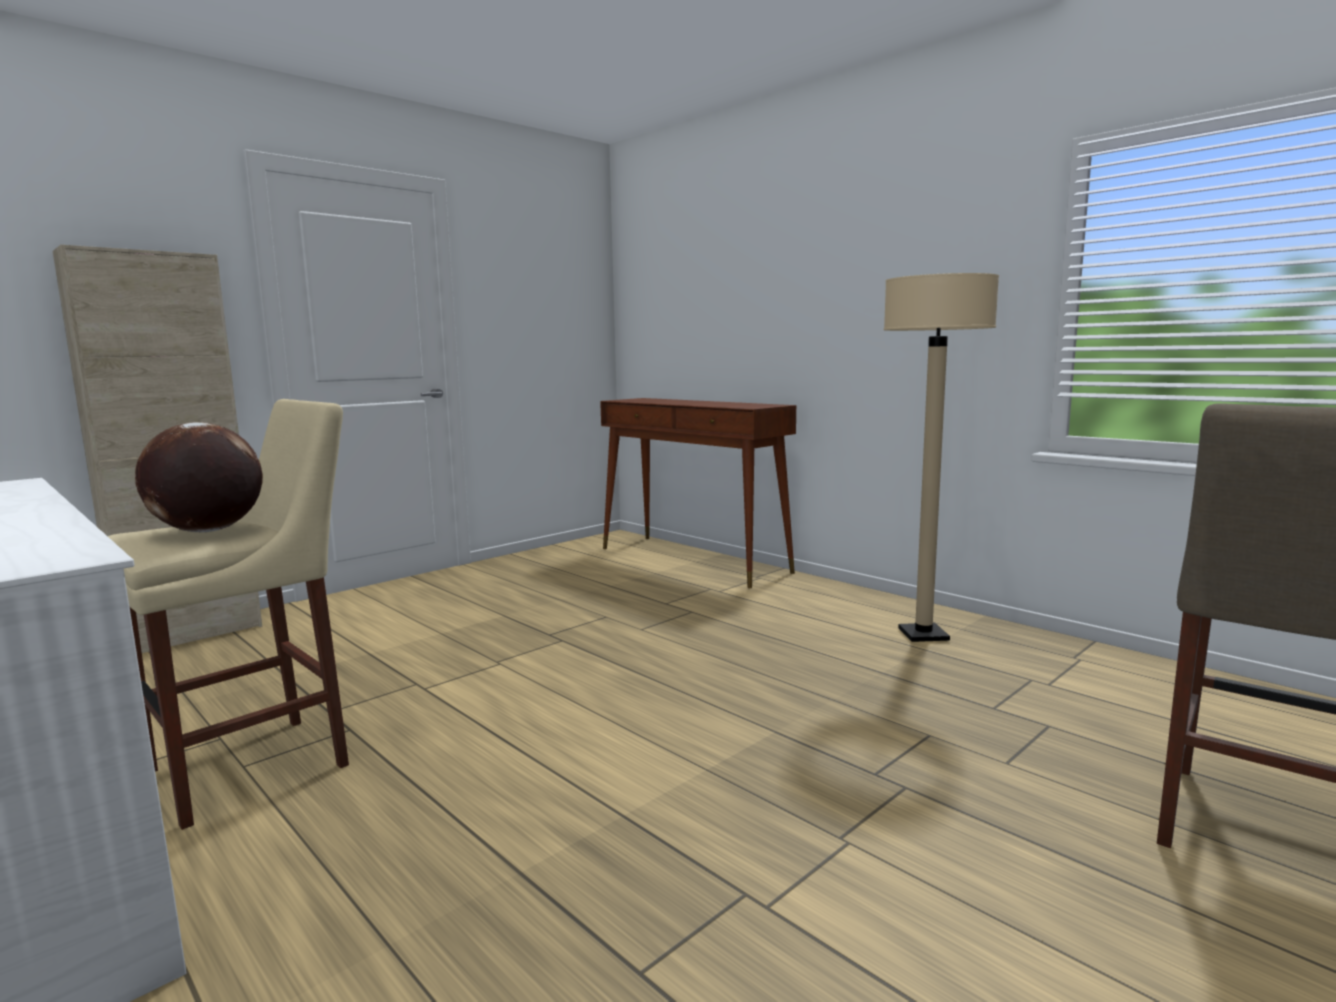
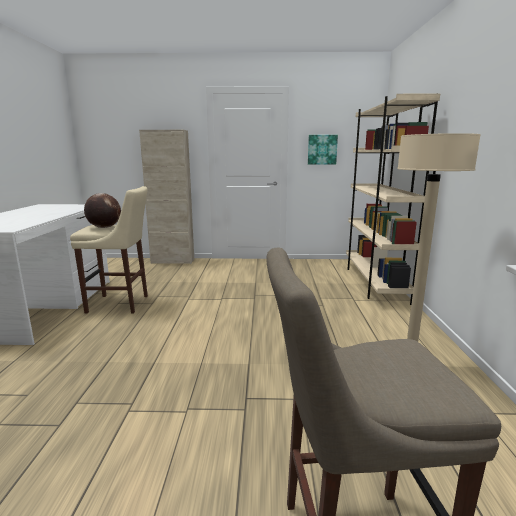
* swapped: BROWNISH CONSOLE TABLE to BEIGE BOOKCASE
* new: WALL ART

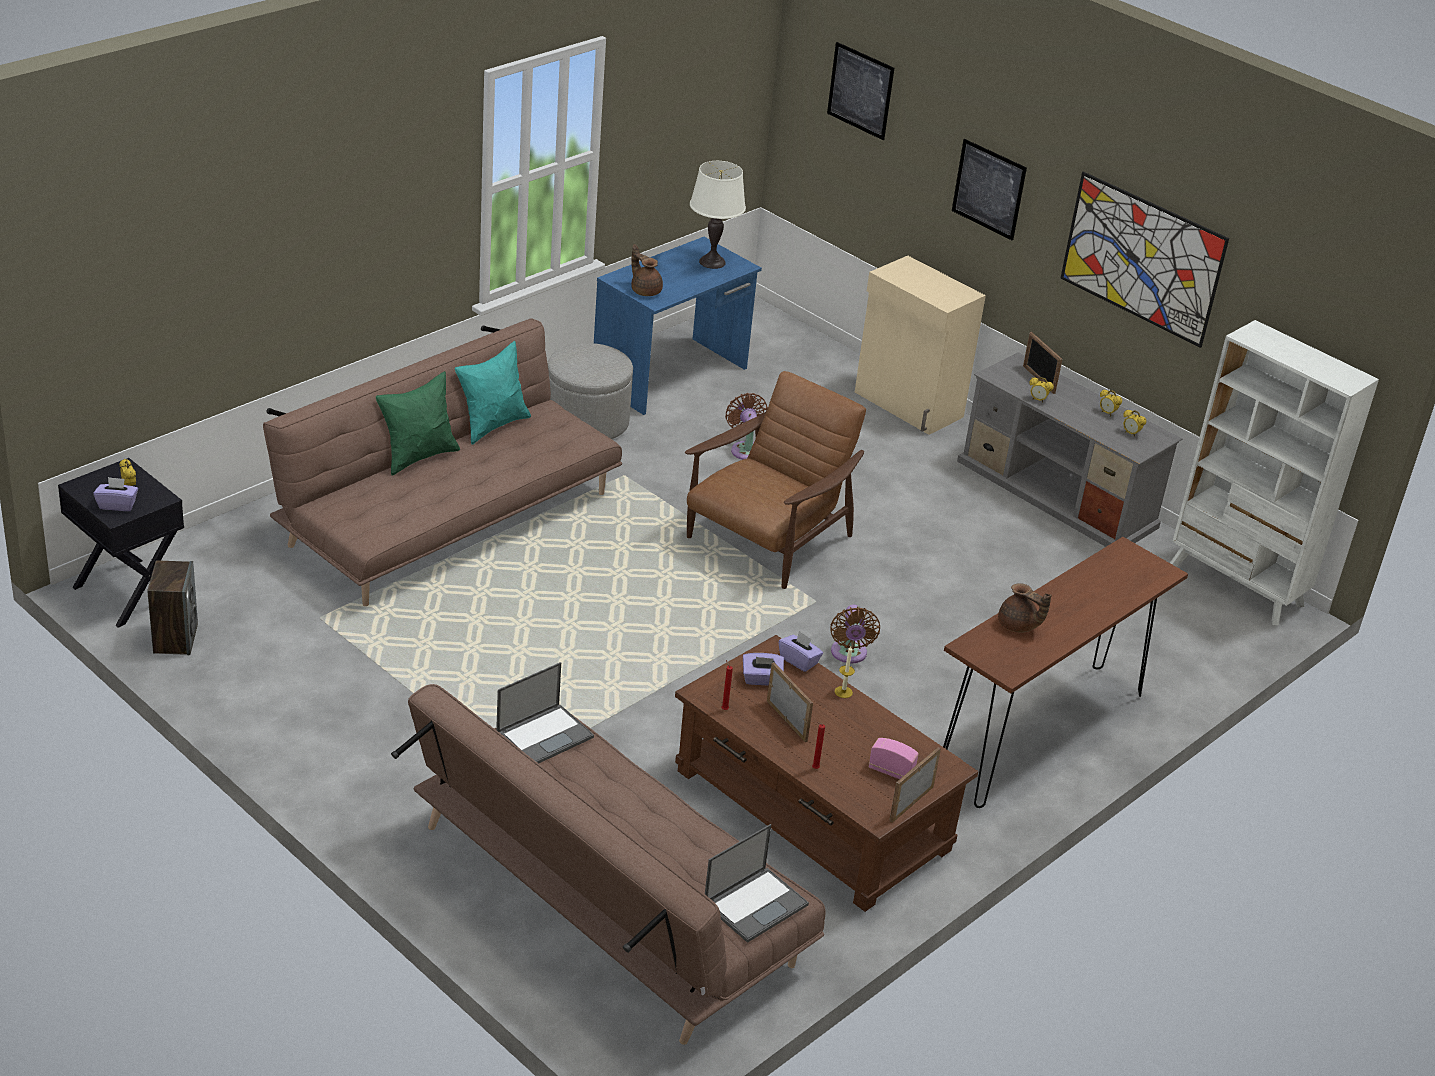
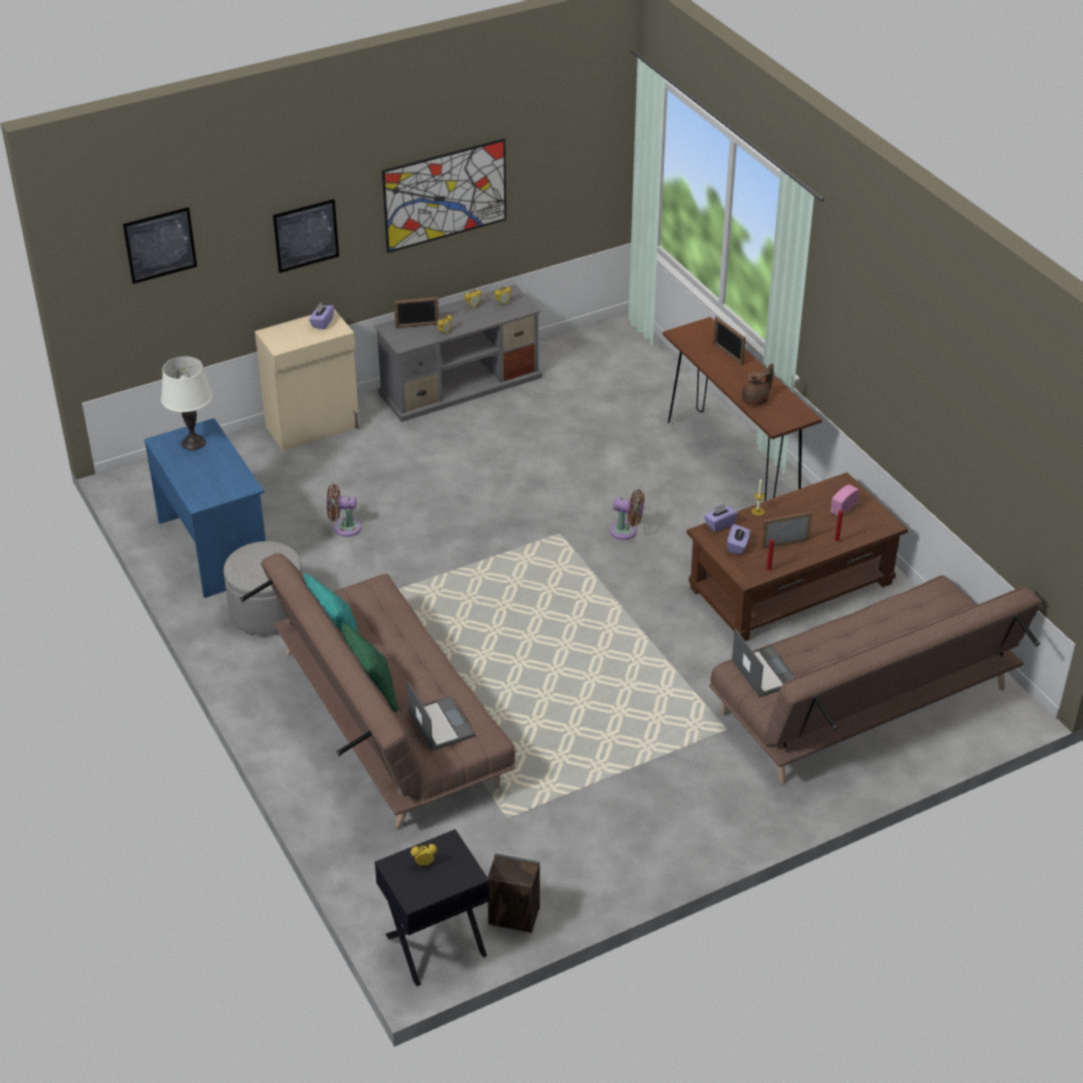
* shifted: PURPLISH TISSUE HOLDER (no. 1 from left)
* gone: BROWNISH TEAPOT (no. 1 from left)
* gone: BROWNISH LOUNGE CHAIR
* shifted: PORTABLE COMPUTER (no. 2 from left in the first image) to PORTABLE COMPUTER (no. 1 from left)
* shifted: PICTURE FRAME (no. 2 from left)
* gone: WHITISH BOOKCASE

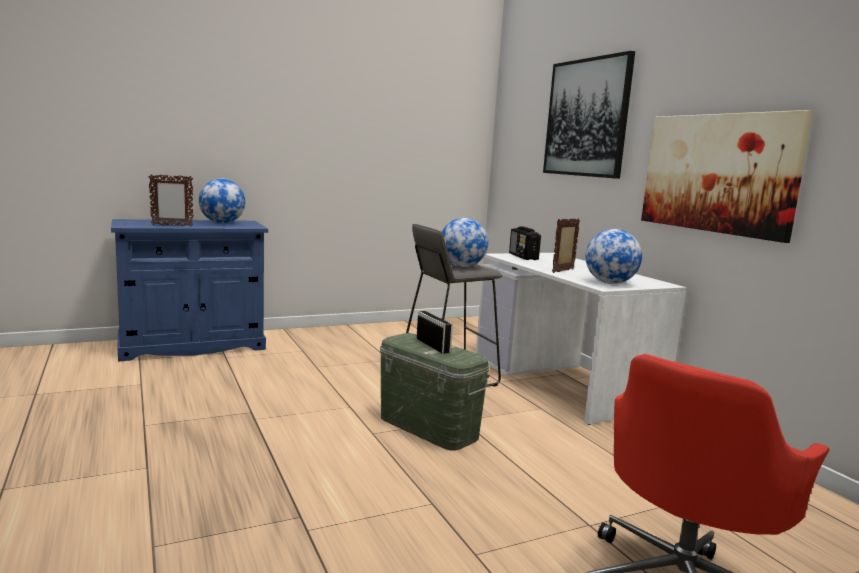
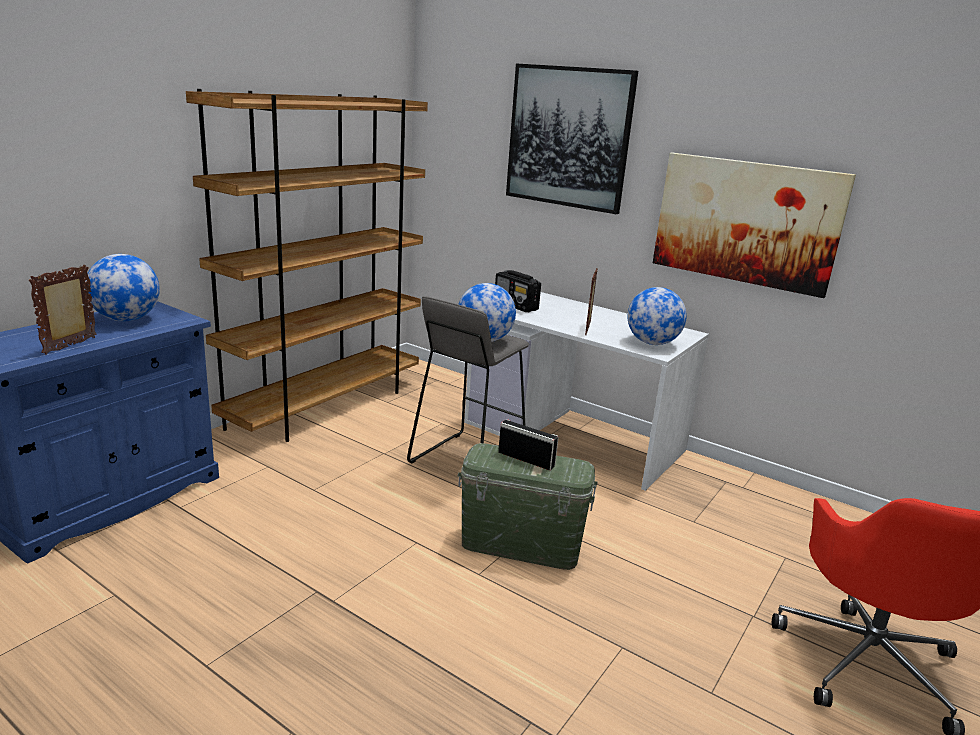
* rotated: PICTURE FRAME (no. 1 from left) 150 degrees clockwise
* new: BROWNISH BOOKCASE

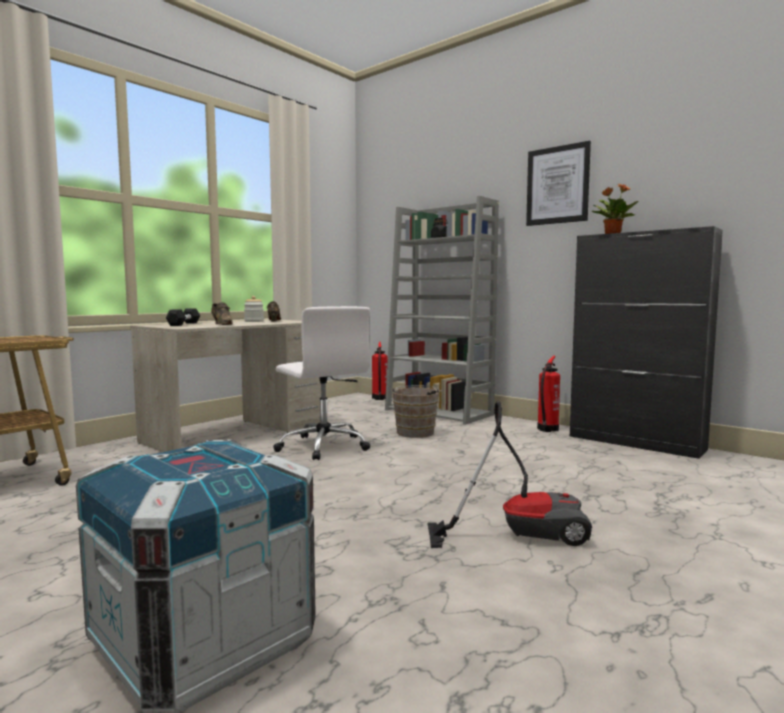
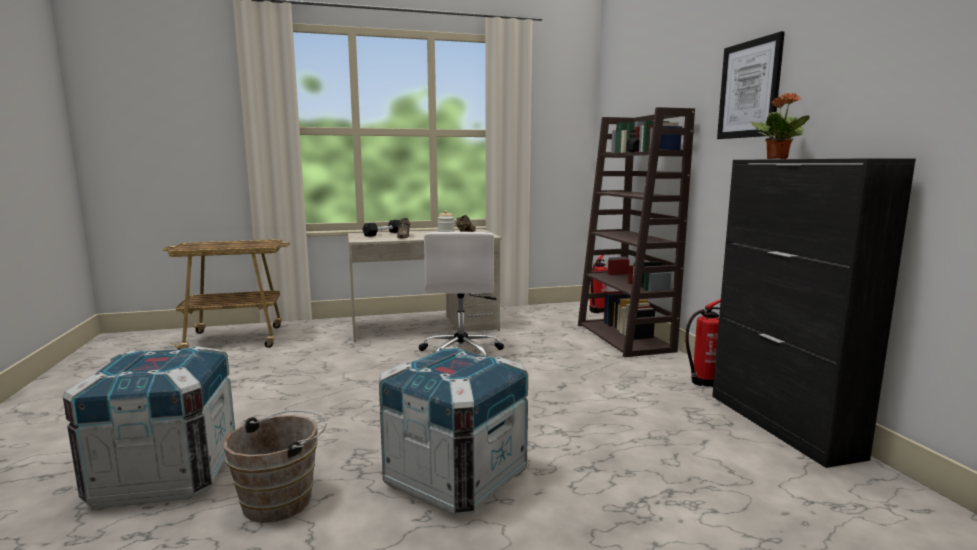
* repainted: GREY BOOKCASE to BROWNISH BOOKCASE
* shifted: BROWNISH BUCKET
* swapped: VACUUM to SHIPPING CRATE (no. 2 from left)

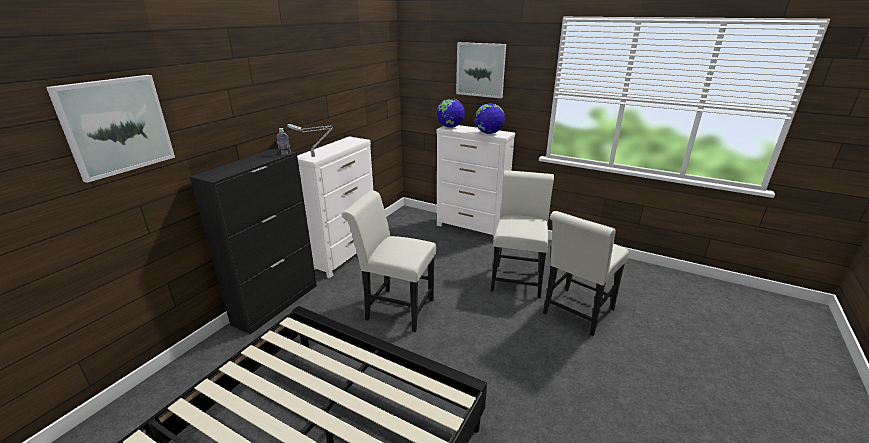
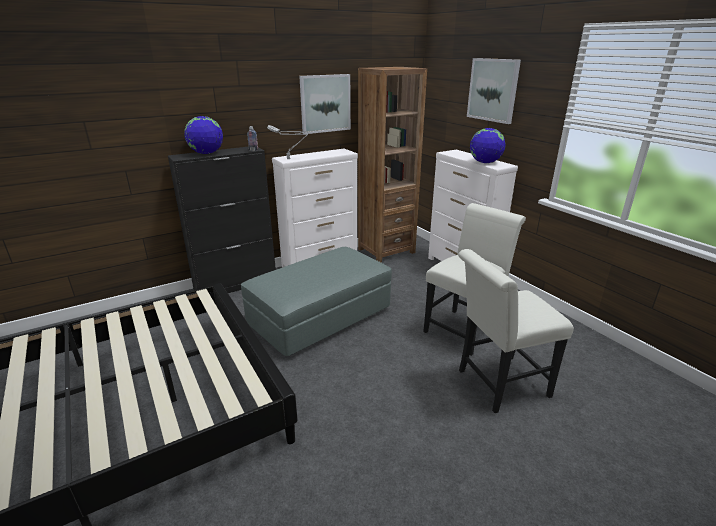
* shifted: WALL ART (no. 1 from left)
* swapped: WHITISH CHAIR (no. 1 from left) to GREY OTTOMAN
* shifted: DESK GLOBE (no. 1 from left)
* new: BROWNISH BOOKCASE

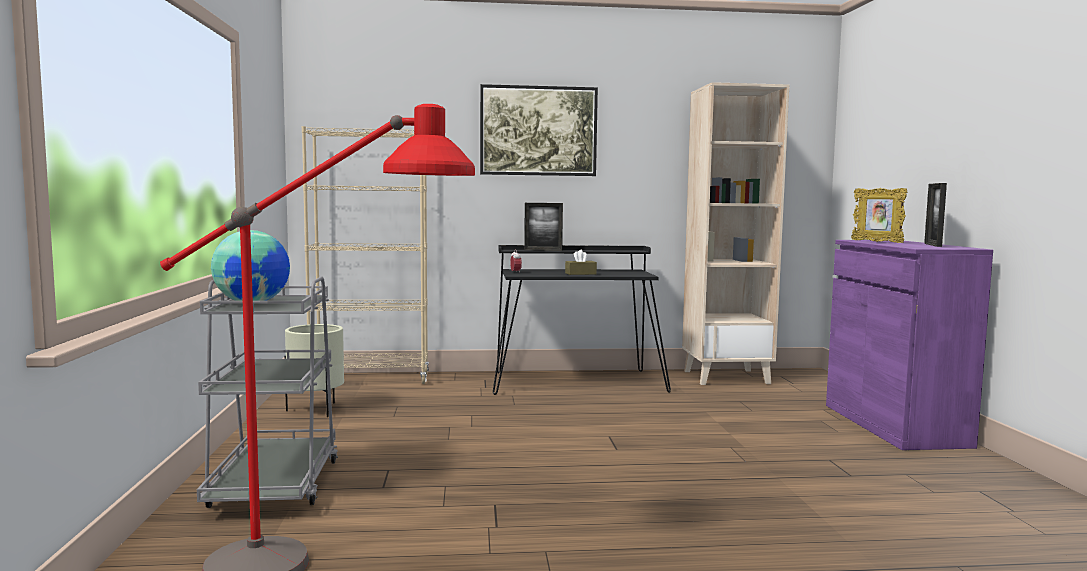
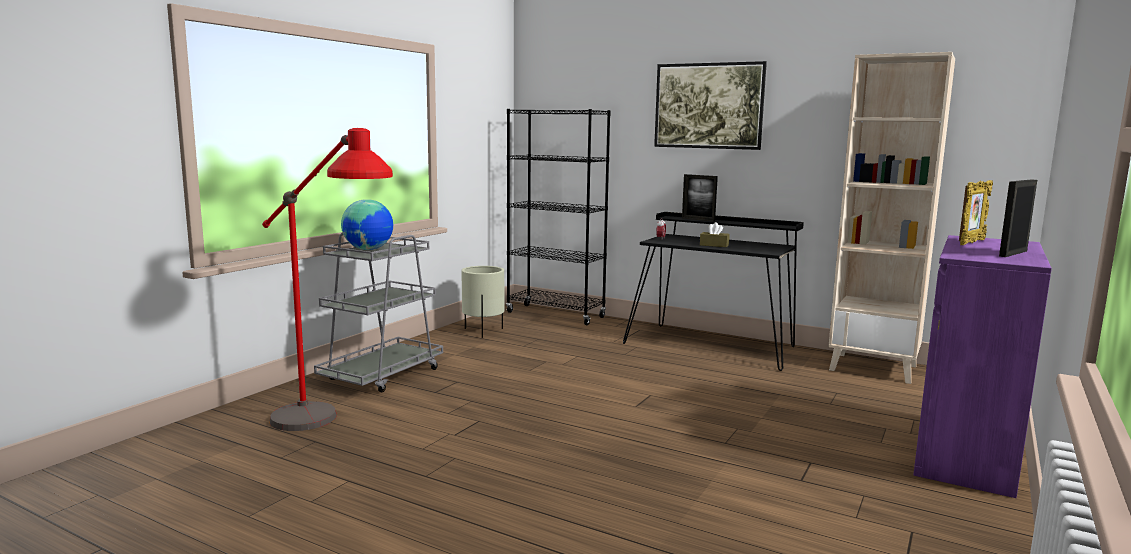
* repainted: BEIGE BOOKCASE (no. 1 from left) to BLACK BOOKCASE
* rotated: PICTURE FRAME (no. 2 from left) 135 degrees counterclockwise

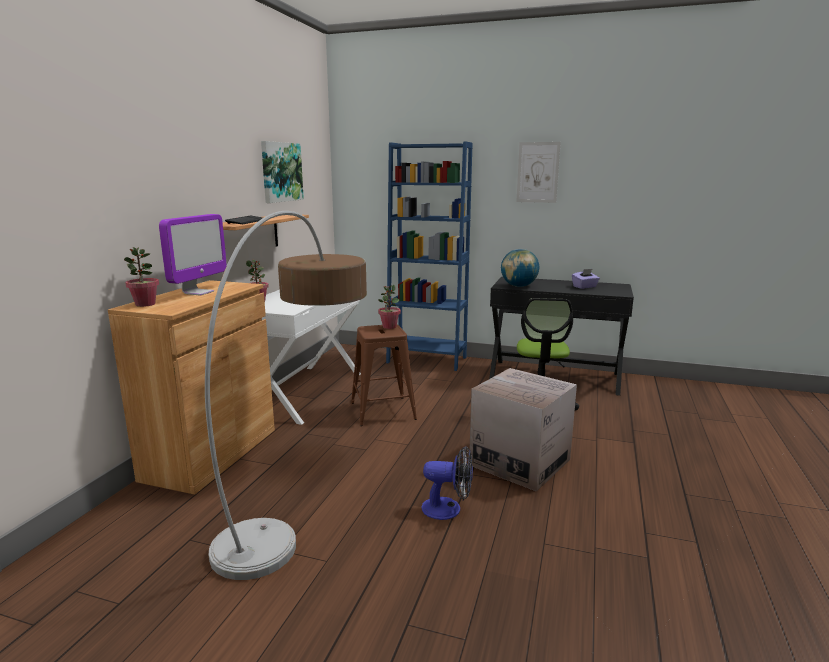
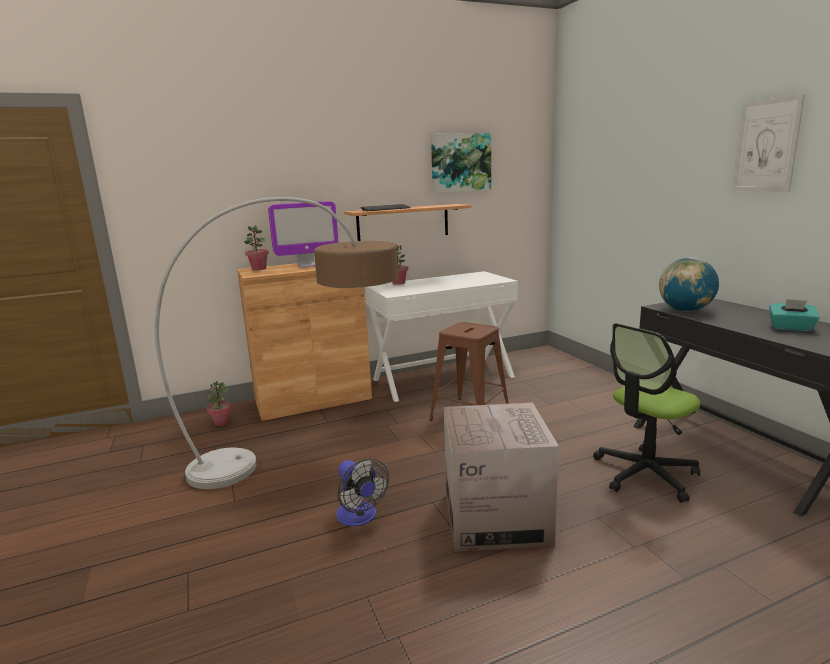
* shifted: POTTED PLANT (no. 3 from left in the first image) to POTTED PLANT (no. 1 from left)
* gone: BLUE-COLOURED BOOKCASE
* repainted: PURPLISH TISSUE HOLDER to TURQUOISE TISSUE HOLDER

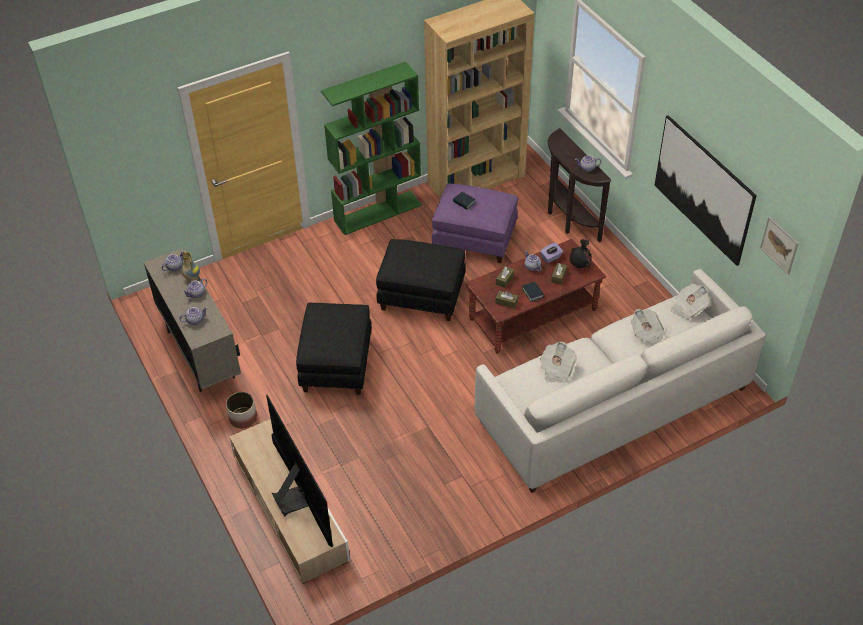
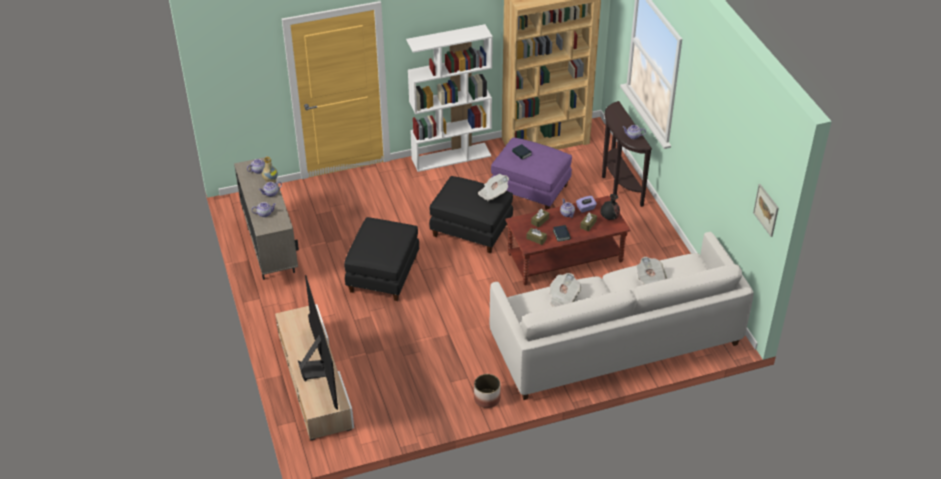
* shifted: FLOWER POT
* repainted: GREEN BOOKCASE to WHITISH BOOKCASE
* gone: WALL ART (no. 1 from left)
* shifted: PRINTED PAPER (no. 3 from left in the first image) to PRINTED PAPER (no. 1 from left)

